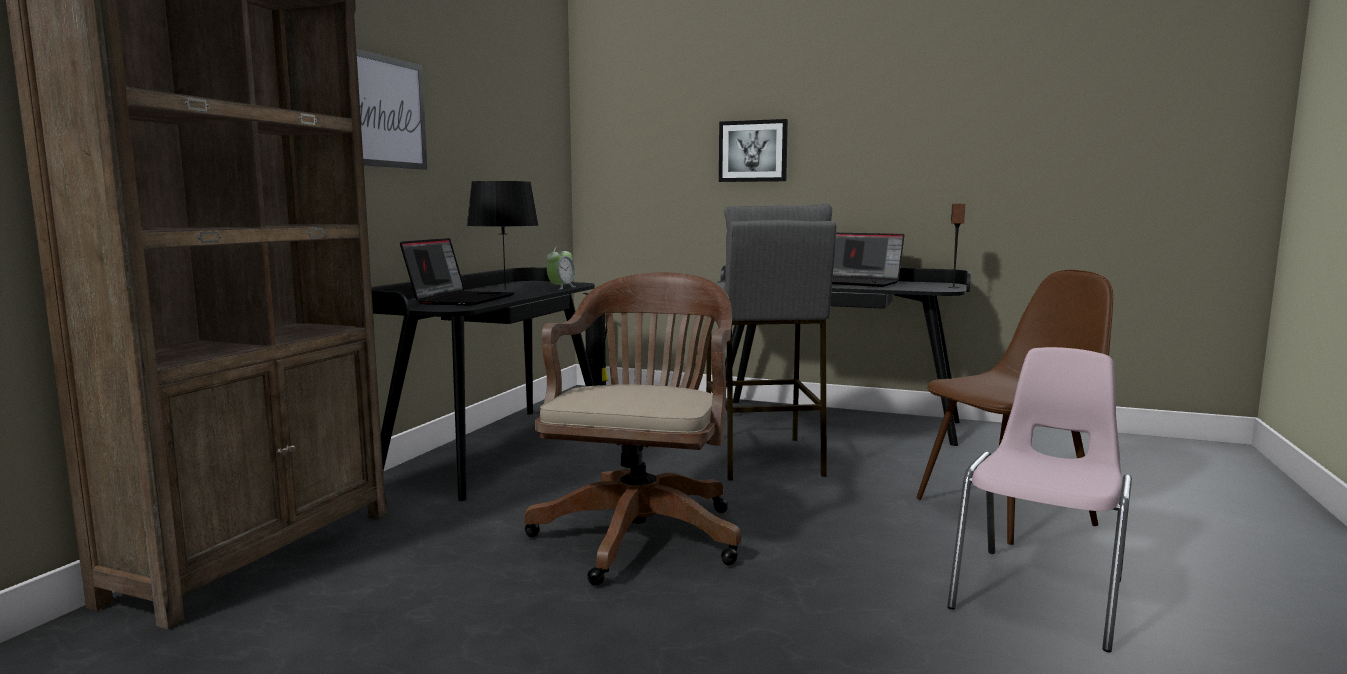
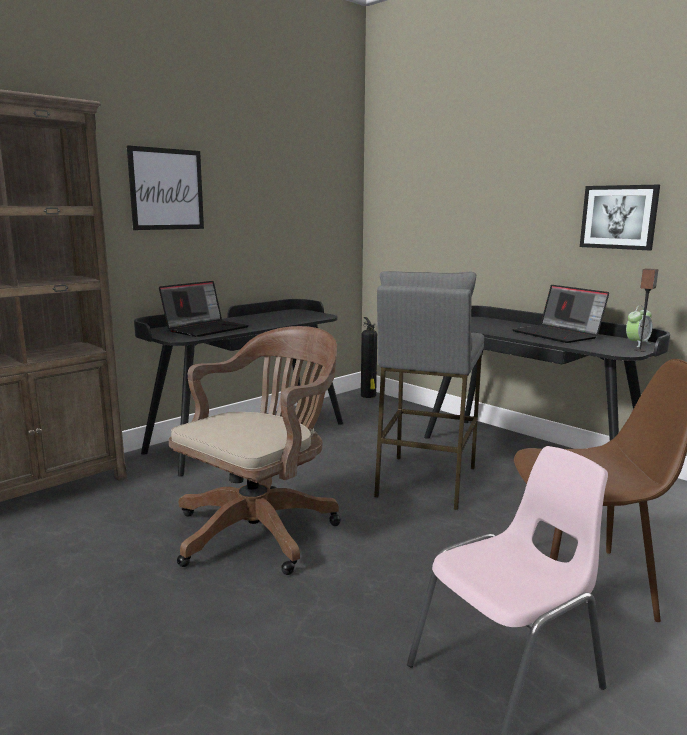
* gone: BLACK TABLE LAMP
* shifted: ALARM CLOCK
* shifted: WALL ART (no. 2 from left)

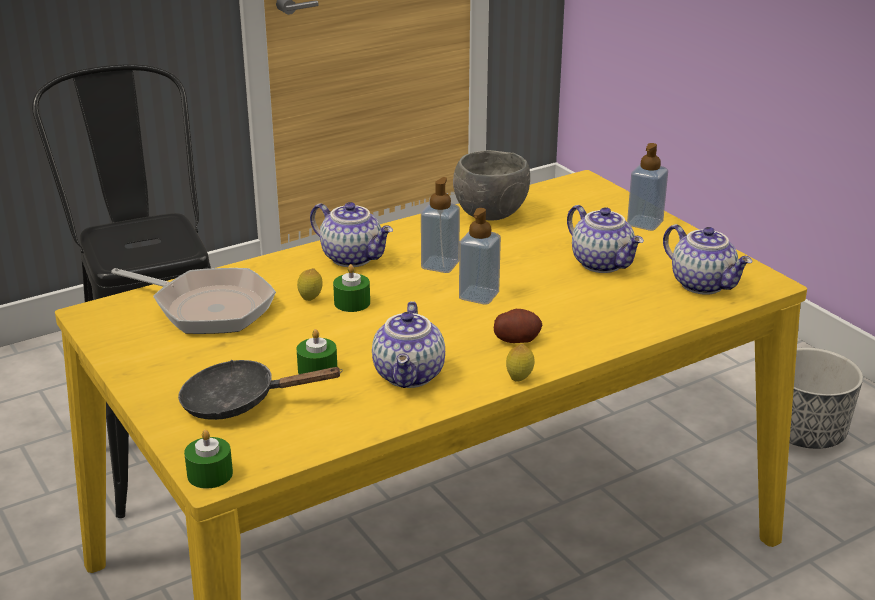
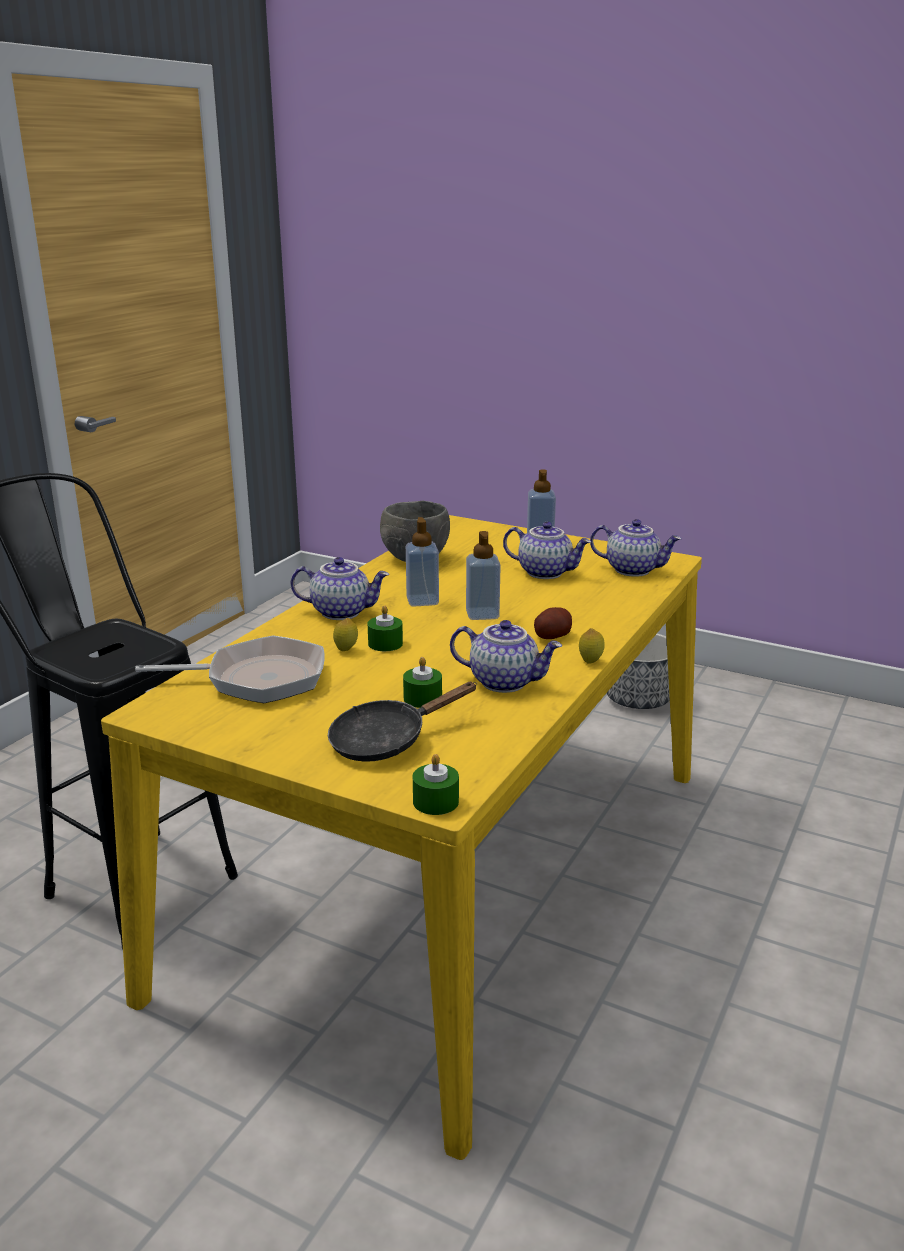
* rotated: TEAPOT (no. 2 from left) 45 degrees counterclockwise

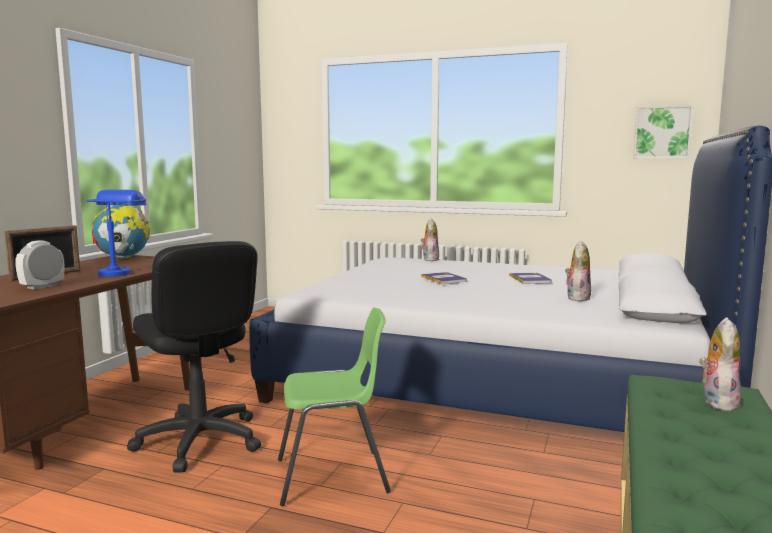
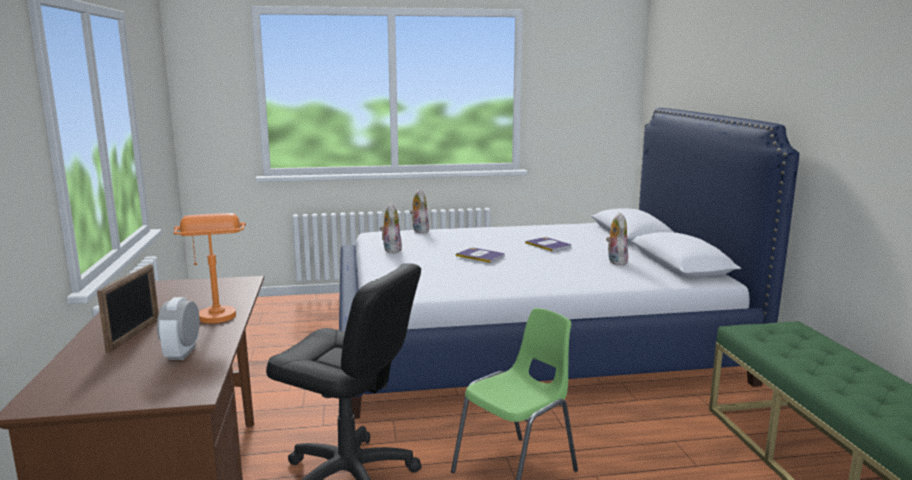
* repainted: BLUE-COLOURED TABLE LAMP to ORANGEY TABLE LAMP
* gone: DESK GLOBE
* gone: WALL ART
* shifted: CUDDLY TOY (no. 3 from left in the first image) to CUDDLY TOY (no. 1 from left)

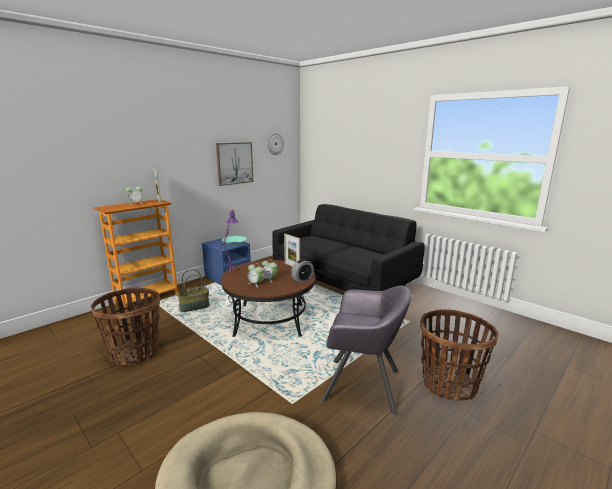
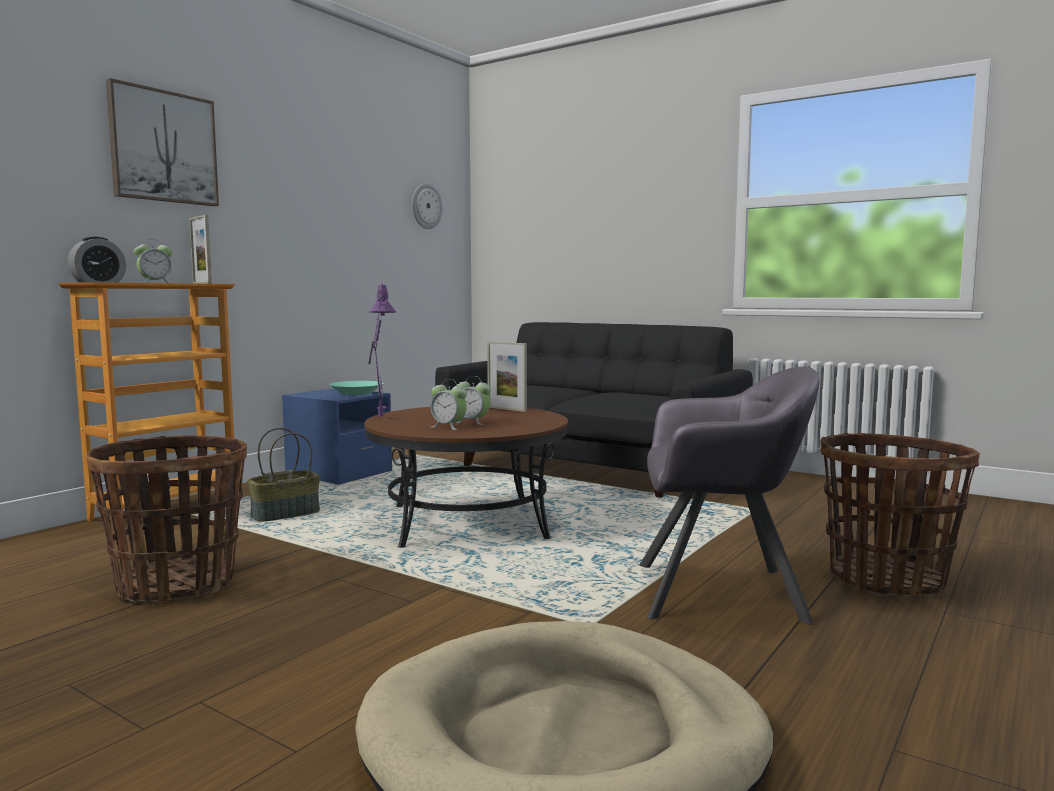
* shifted: WALL ART
* shifted: ALARM CLOCK (no. 4 from left in the first image) to ALARM CLOCK (no. 1 from left)

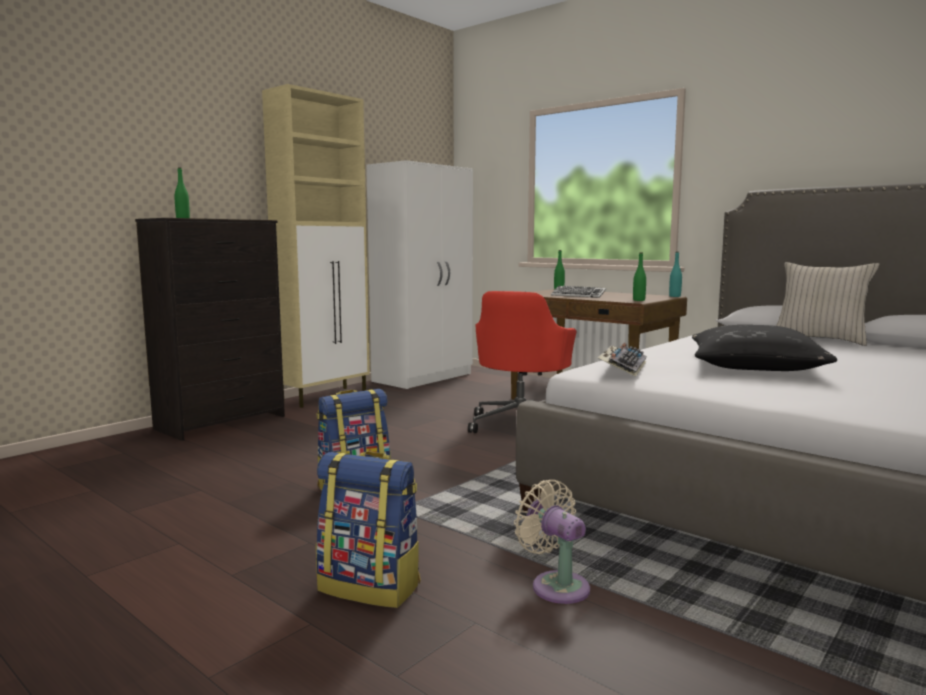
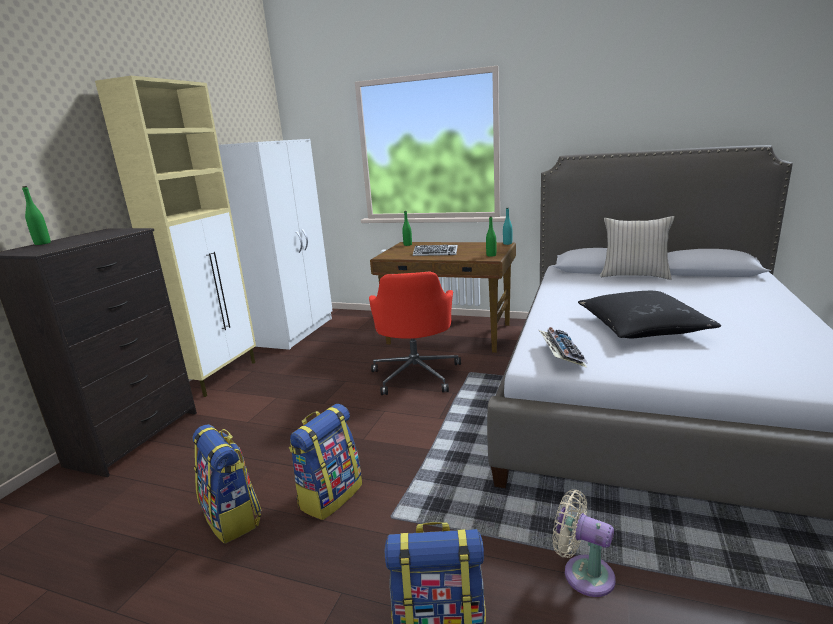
* new: KNAPSACK (no. 1 from left)

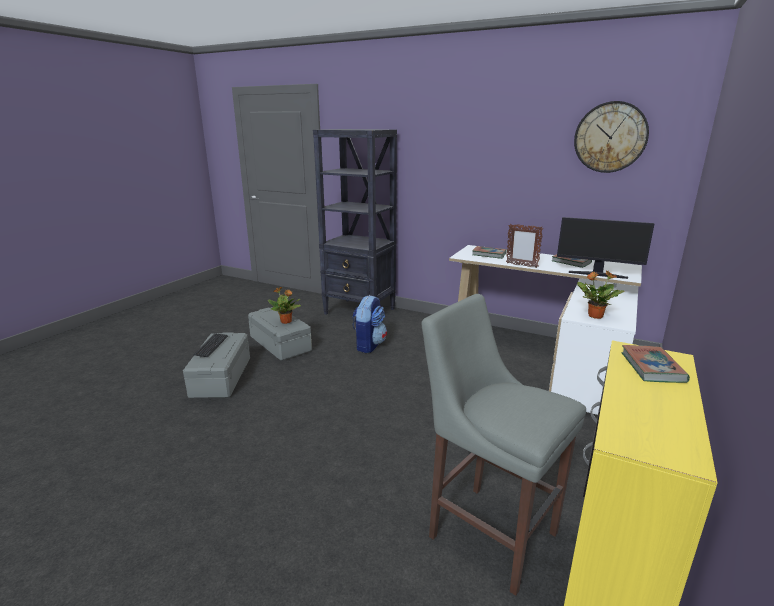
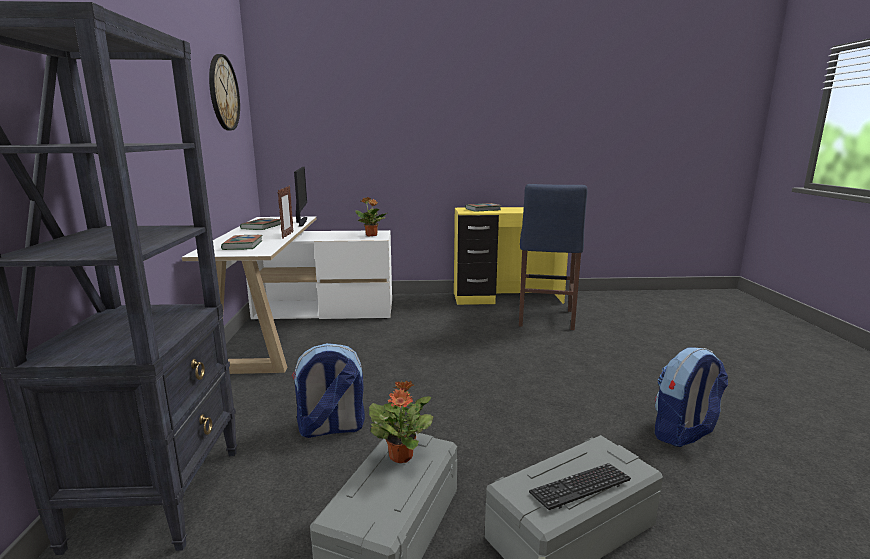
* repainted: GREY SITTING STOOL to BLUE-COLOURED SITTING STOOL
* new: KNAPSACK (no. 2 from left)

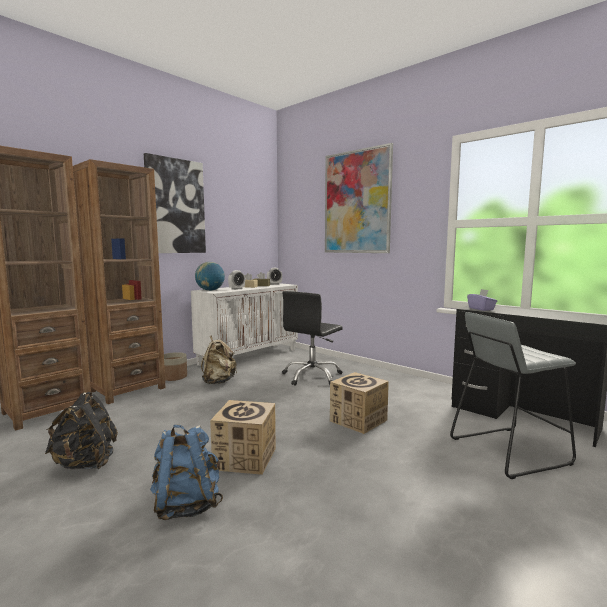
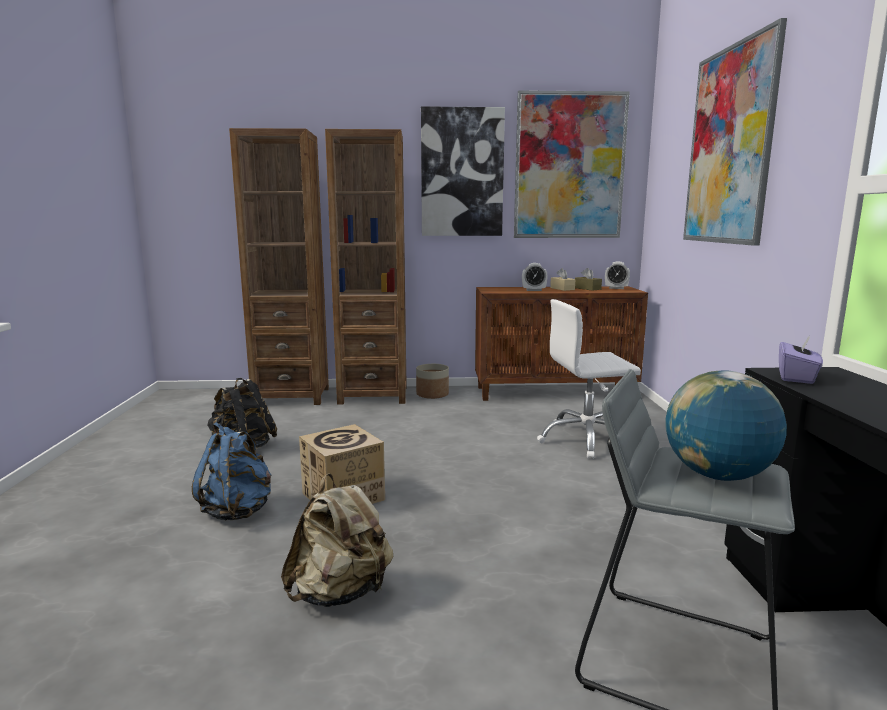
* repainted: WHITISH CUPBOARD to BROWNISH CUPBOARD
* shifted: DESK GLOBE
* shifted: BEIGE KNAPSACK
* repainted: BLACK DESK CHAIR to WHITISH DESK CHAIR
* gone: PACKING BOX (no. 2 from left)
* new: WALL ART (no. 2 from left)

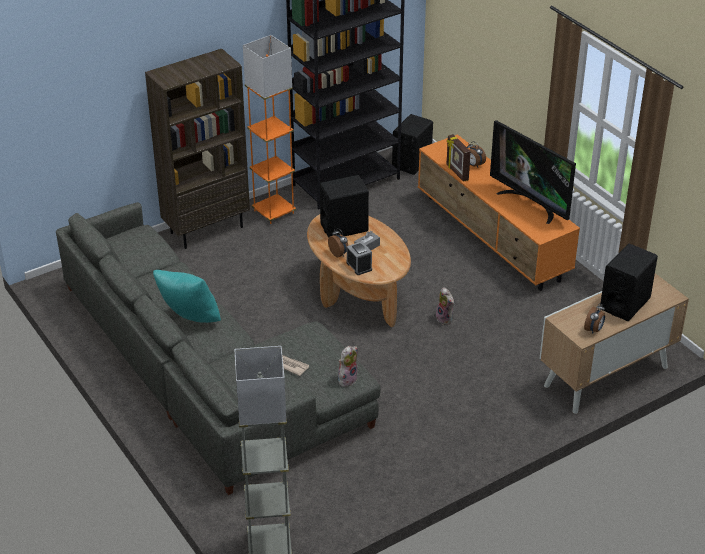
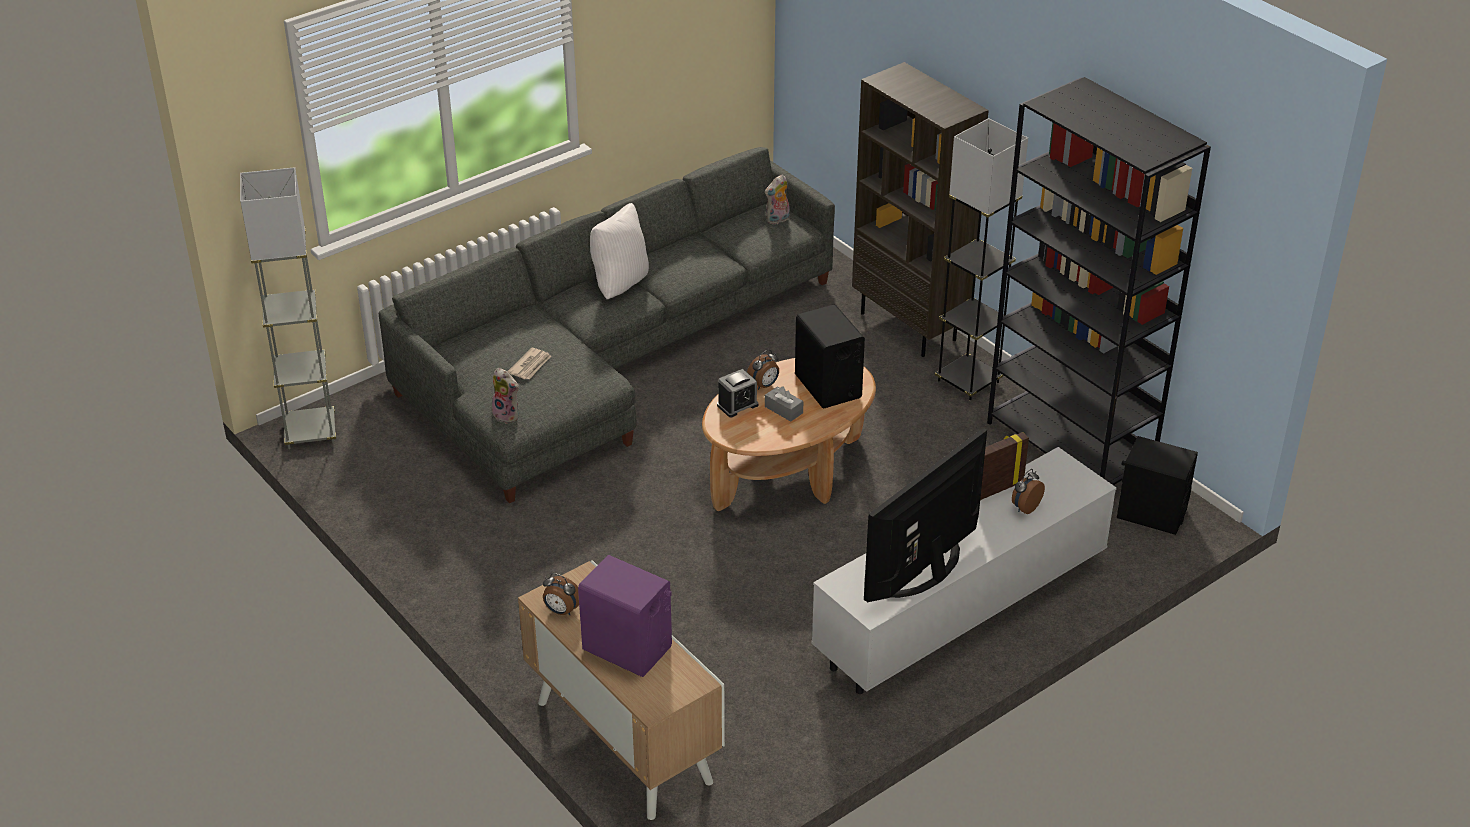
* repainted: TURQUOISE THROW PILLOW to WHITISH THROW PILLOW
* repainted: ORANGEY STANDING LAMP to GREY STANDING LAMP (no. 2 from left)
* repainted: ORANGEY MEDIA CONSOLE to WHITISH MEDIA CONSOLE
* shifted: CUDDLY TOY (no. 2 from left)
* repainted: BLACK SPEAKER (no. 3 from left) to PURPLISH SPEAKER

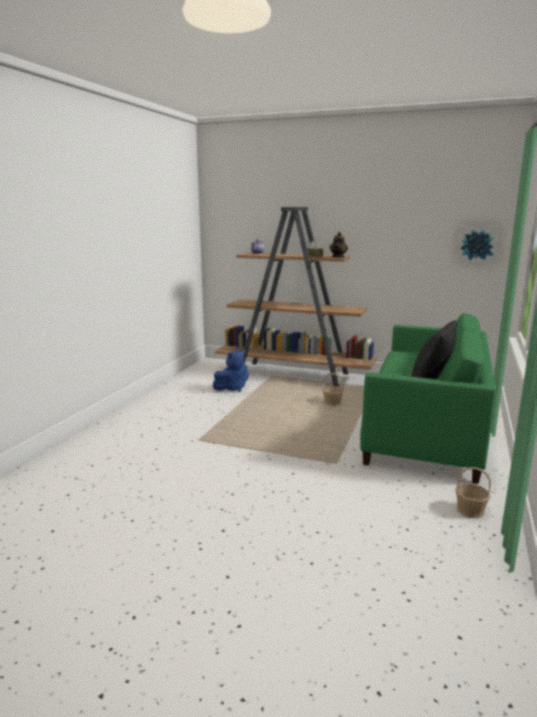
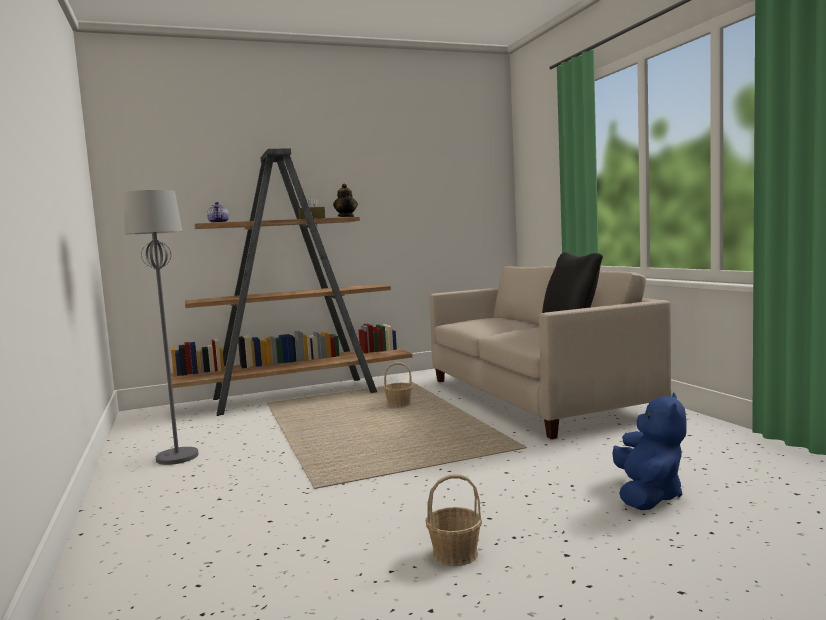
* shifted: BLUE-COLOURED CUDDLY TOY
* repainted: GREEN SETTEE to BEIGE SETTEE
* shifted: STORAGE BASKET (no. 2 from left)
* gone: WALL ART
* new: GREY STANDING LAMP

